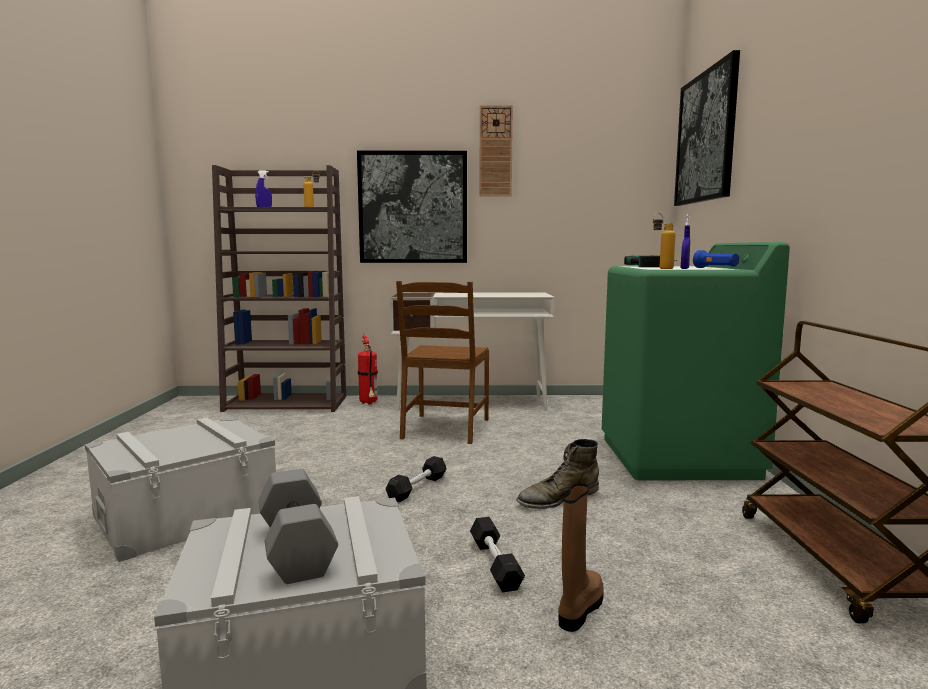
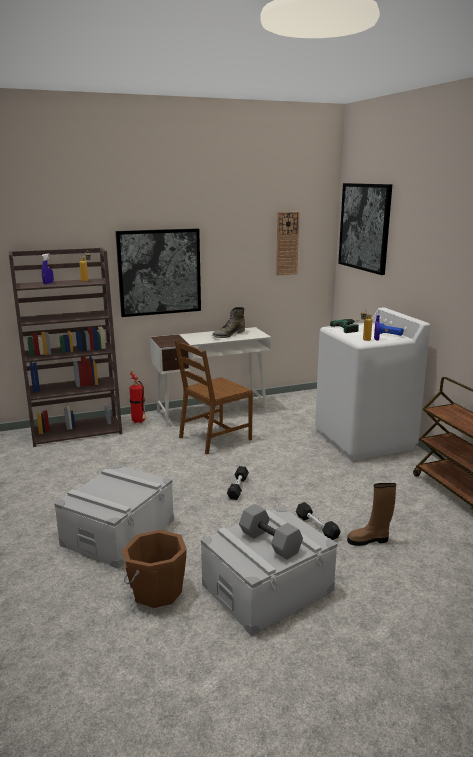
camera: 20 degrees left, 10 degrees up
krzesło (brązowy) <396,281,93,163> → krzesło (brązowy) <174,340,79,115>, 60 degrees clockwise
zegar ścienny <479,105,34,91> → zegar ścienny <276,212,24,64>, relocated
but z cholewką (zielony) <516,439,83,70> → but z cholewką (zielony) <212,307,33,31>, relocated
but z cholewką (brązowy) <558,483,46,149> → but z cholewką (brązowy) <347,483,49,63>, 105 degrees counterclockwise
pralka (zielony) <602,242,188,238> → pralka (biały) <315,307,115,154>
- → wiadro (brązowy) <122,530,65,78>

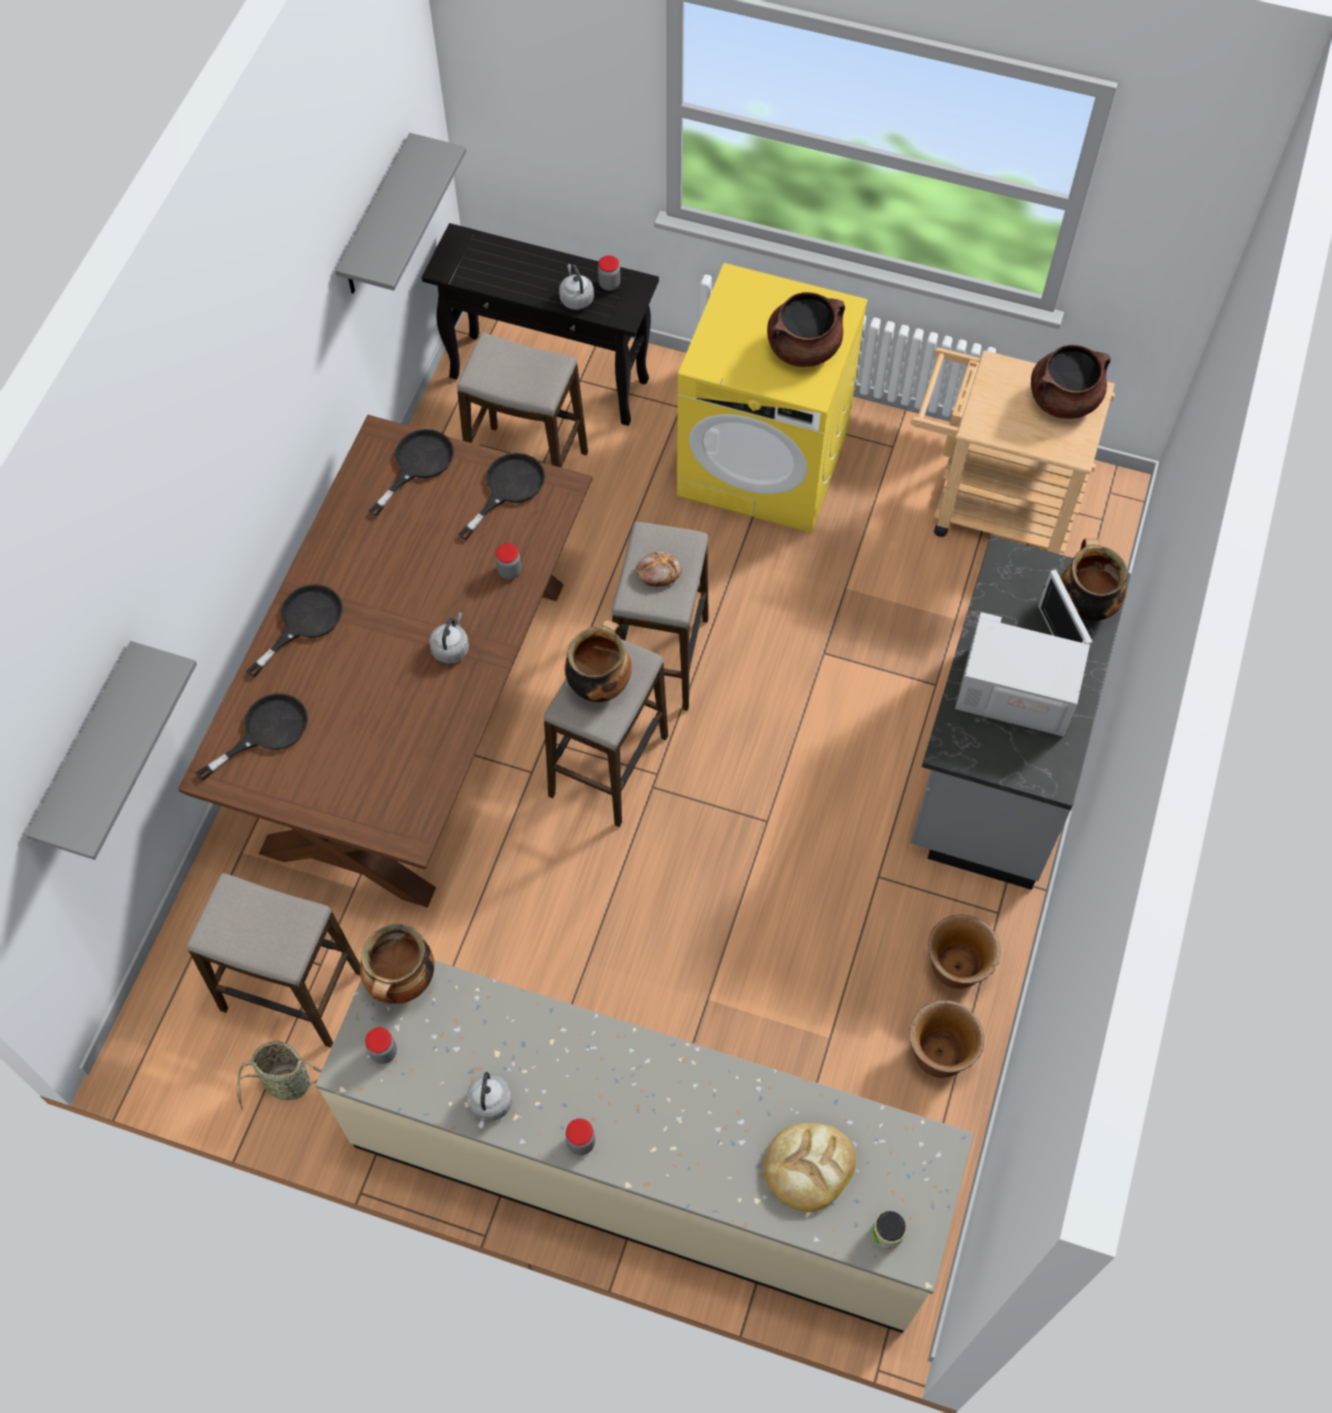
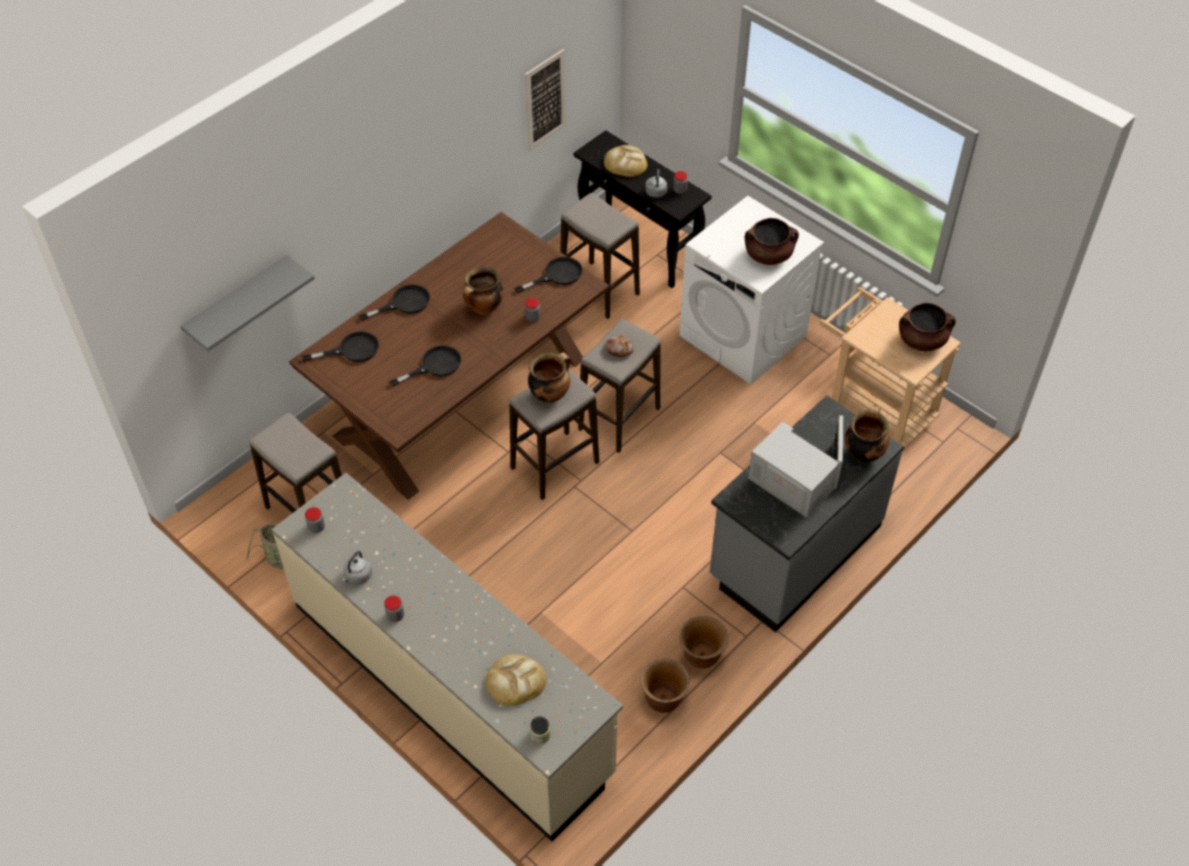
camera: 25 degrees right, 10 degrees down
półka (szary) <335,133,131,160> → obraz <525,49,41,102>
garnek <360,923,75,81> → garnek <463,267,40,48>, relocated
patelnia (czarny) <368,429,86,87> → patelnia (czarny) <389,345,72,42>, relocated
czajnik (szary) <429,612,40,51> → -
pralka (żółty) <677,263,191,270> → pralka (biały) <679,196,145,188>
- → chleb <604,145,44,32>

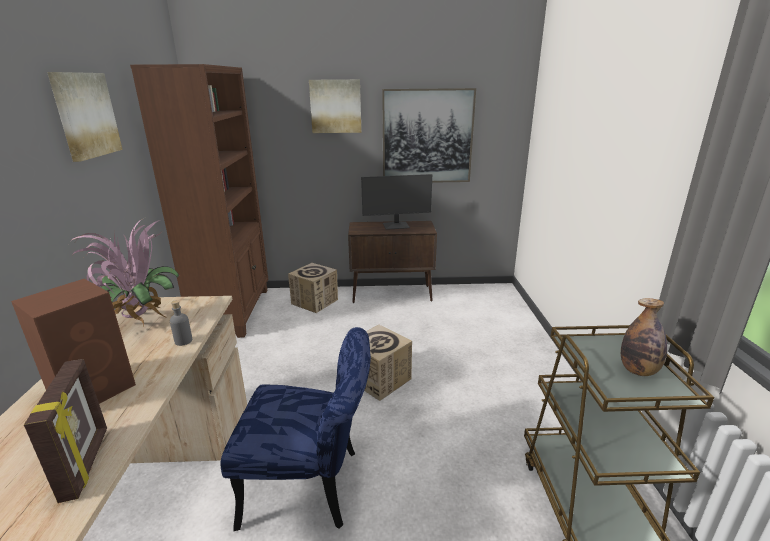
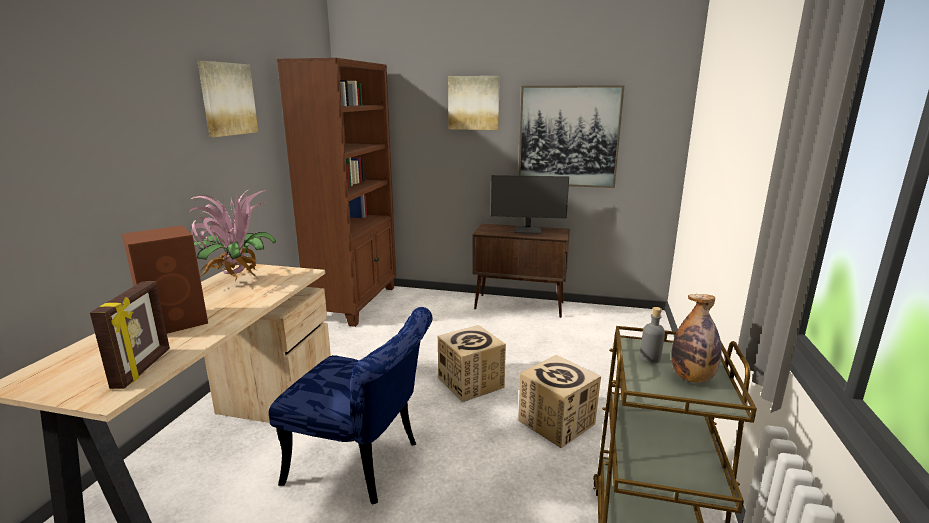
camera: 15 degrees right, 5 degrees down
butelka (szary) <170,300,22,46> → butelka (szary) <640,307,25,56>, relocated
karton <288,263,50,50> → karton <518,355,83,93>, relocated

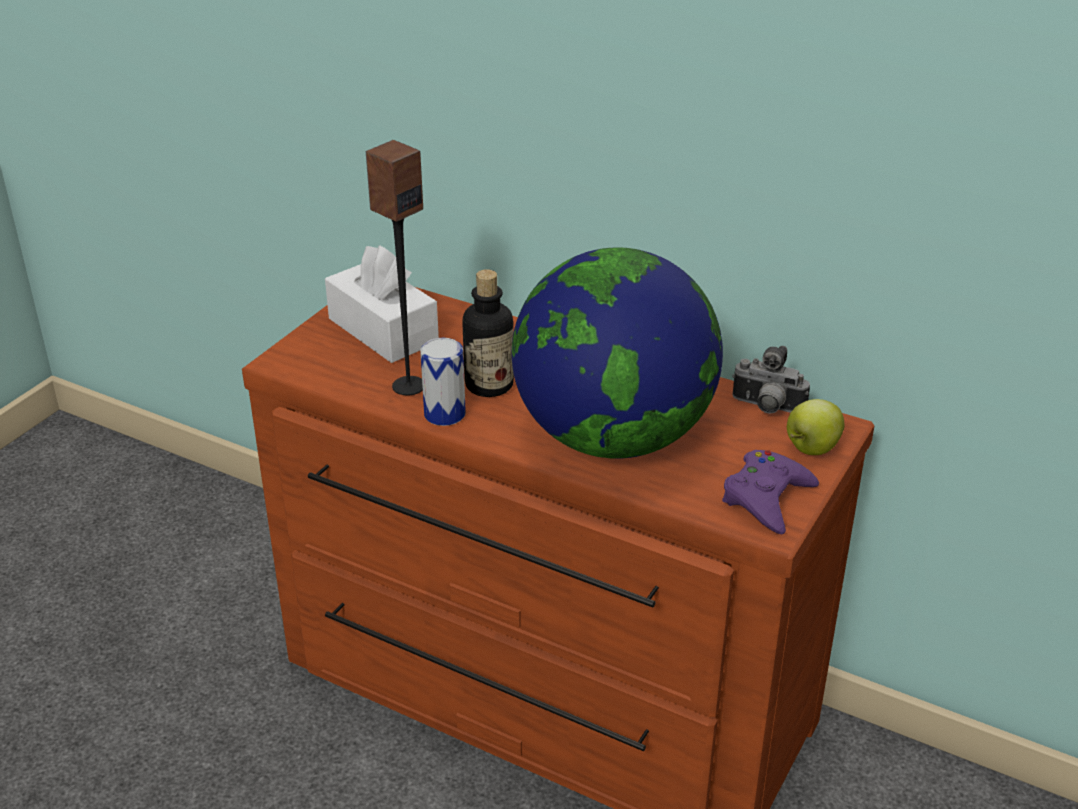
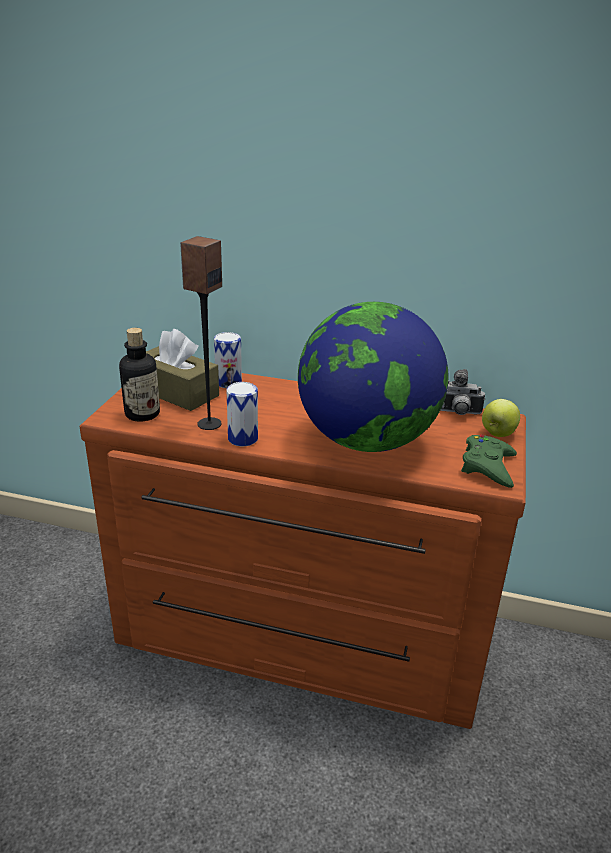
camera: 15 degrees left, 5 degrees down
pudełko chusteczek (biały) <325,245,114,118> → pudełko chusteczek (brązowy) <146,329,73,82>
butelka <462,269,52,128> → butelka <119,328,41,94>, relocated
pad do gier (fioletowy) <722,450,97,85> → pad do gier (zielony) <461,434,56,54>
- → puszka <214,332,28,56>

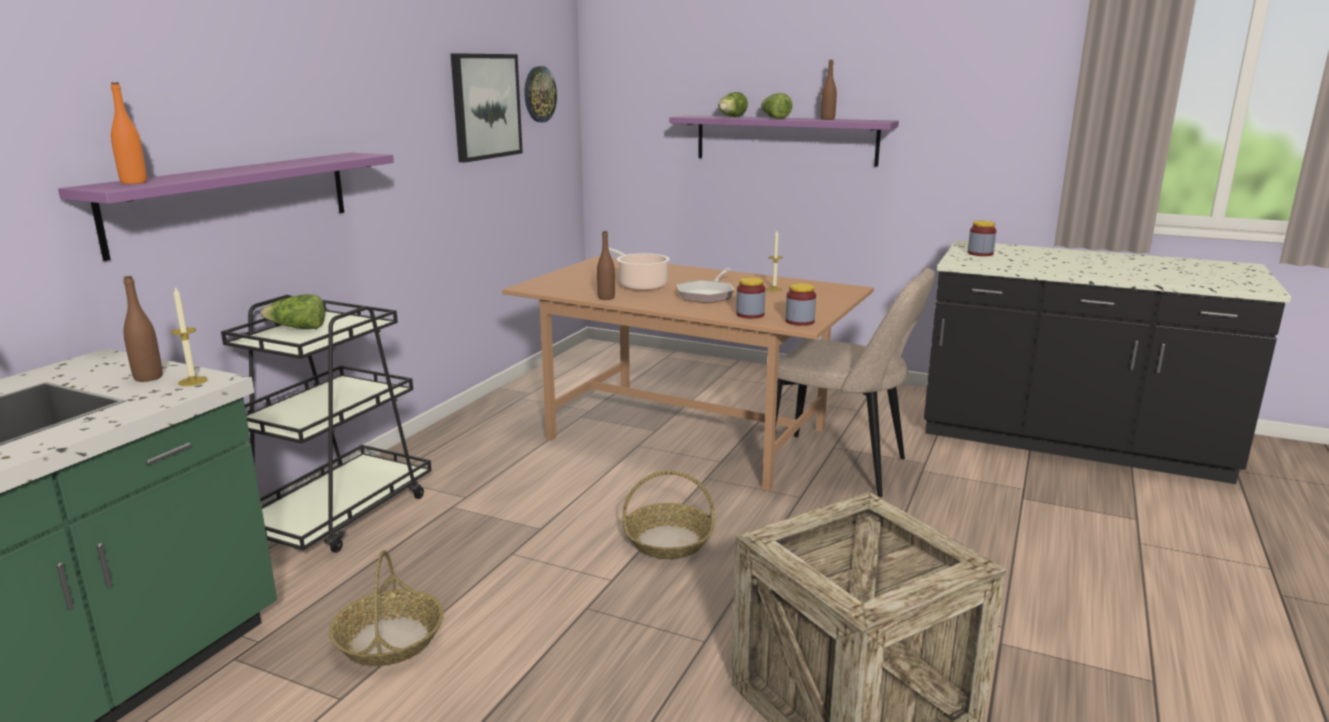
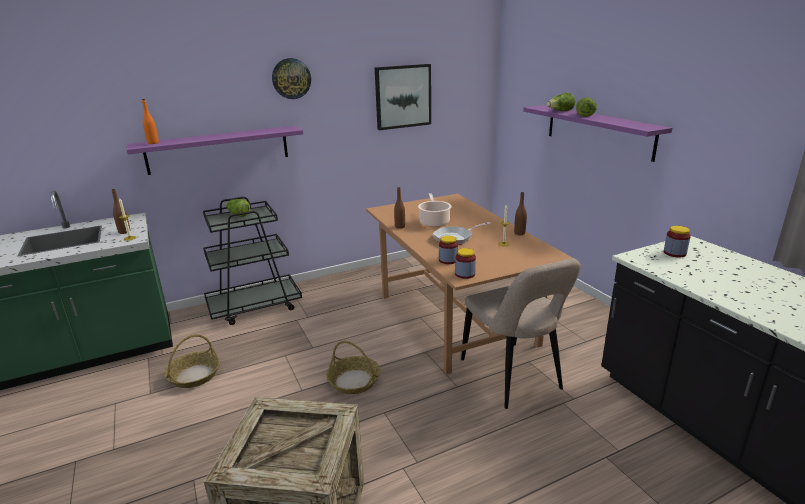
camera: 40 degrees right, 5 degrees up
zegar ścienny <524,66,33,56> → zegar ścienny <272,58,39,41>, relocated
butelka (brązowy) <821,60,16,60> → butelka (brązowy) <514,192,13,43>, relocated

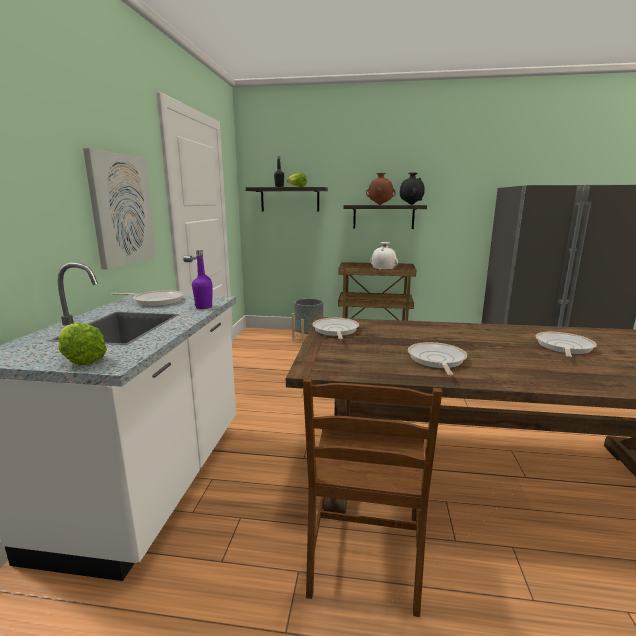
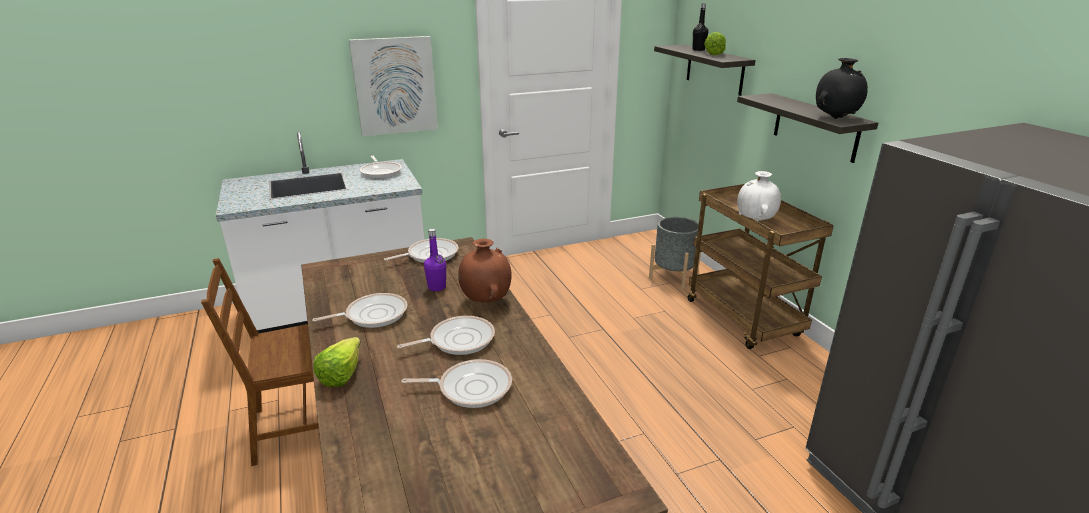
camera: 60 degrees right, 10 degrees up
sałata <58,323,49,42> → sałata <313,337,48,50>, relocated
butelka (fioletowy) <192,250,21,59> → butelka (fioletowy) <424,229,22,62>, relocated
wazon (brązowy) <366,173,30,32> → wazon (brązowy) <458,239,54,63>, relocated
- → patelnia <397,316,98,39>

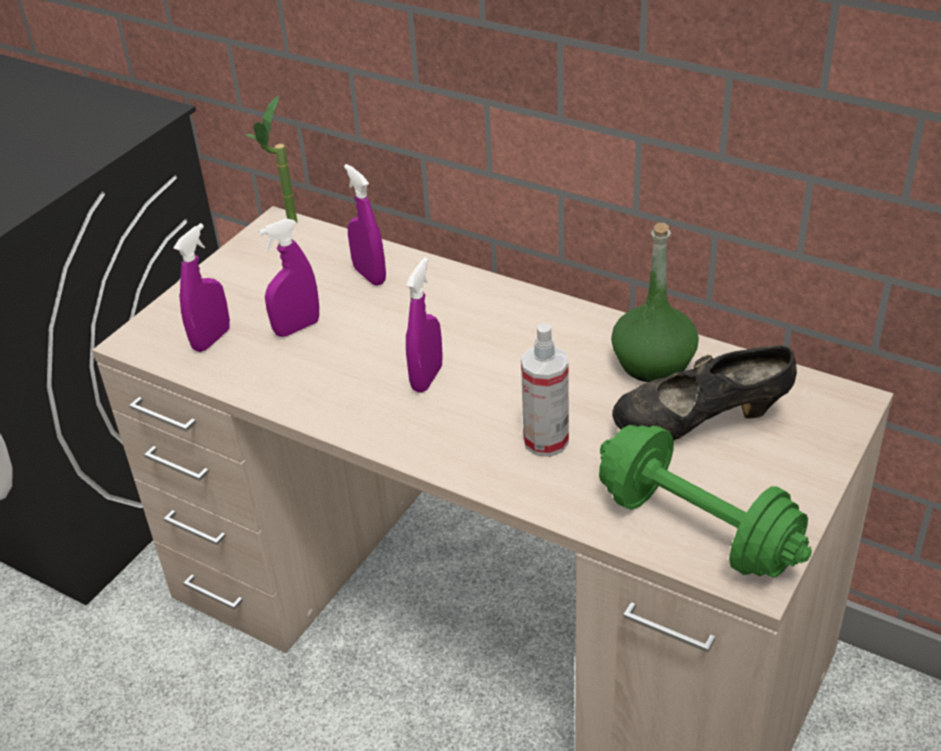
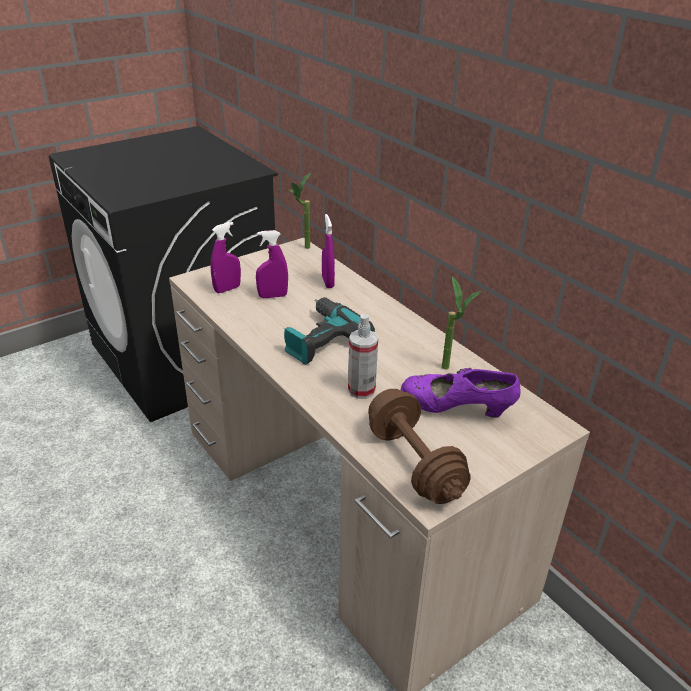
camera: 20 degrees right, 5 degrees down
spryskiwacz (fioletowy) <406,257,37,136> → wiertarka <284,297,91,68>
hantel (zielony) <599,425,213,153> → hantel (brązowy) <368,389,103,115>
butelka (zielony) <611,223,88,159> → roślina doniczkowa <442,276,39,93>
but (czarny) <612,345,185,95> → but (fioletowy) <401,368,120,50>

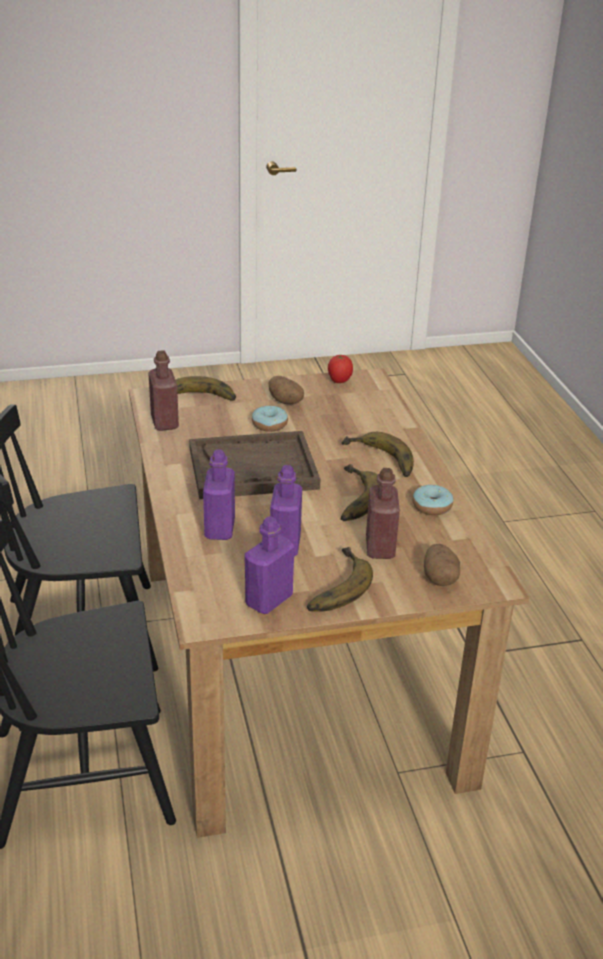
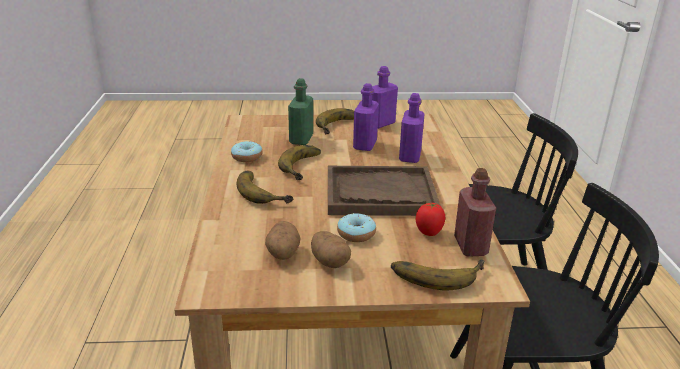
camera: 170 degrees left, 5 degrees down
pomidor <328,355,25,28> → pomidor <416,202,29,34>, relocated
butelka (czerwony) <366,468,34,91> → butelka (zielony) <288,78,25,67>
ziemniak <424,544,36,42> → ziemniak <265,221,36,39>, relocated

